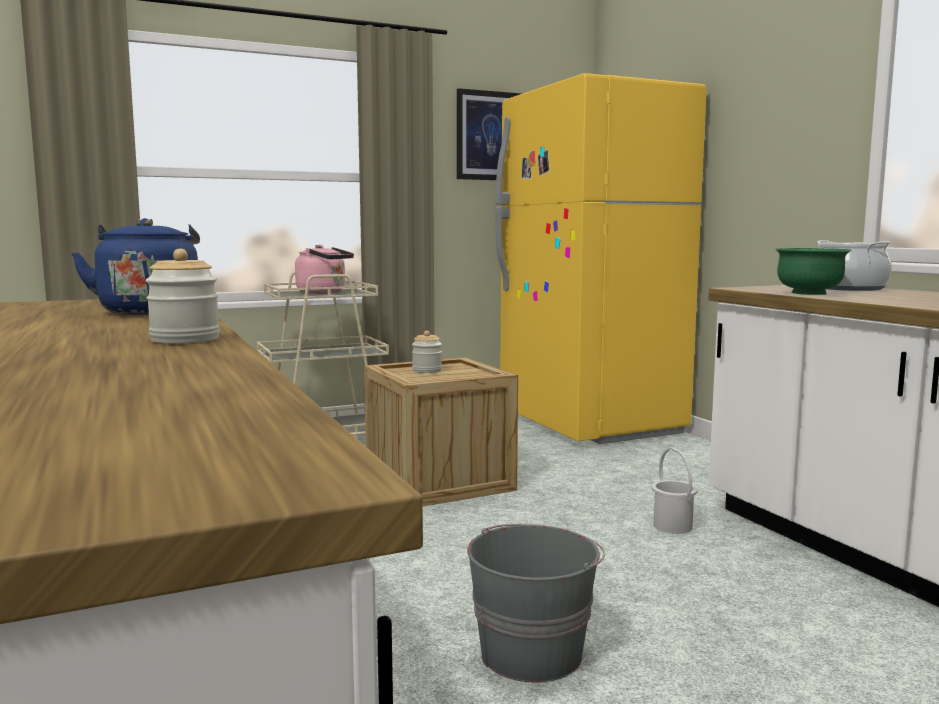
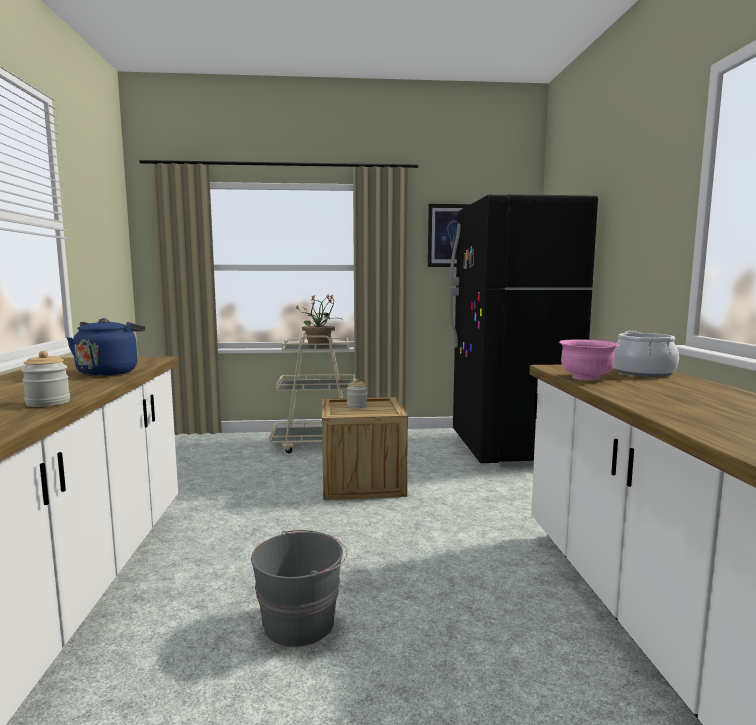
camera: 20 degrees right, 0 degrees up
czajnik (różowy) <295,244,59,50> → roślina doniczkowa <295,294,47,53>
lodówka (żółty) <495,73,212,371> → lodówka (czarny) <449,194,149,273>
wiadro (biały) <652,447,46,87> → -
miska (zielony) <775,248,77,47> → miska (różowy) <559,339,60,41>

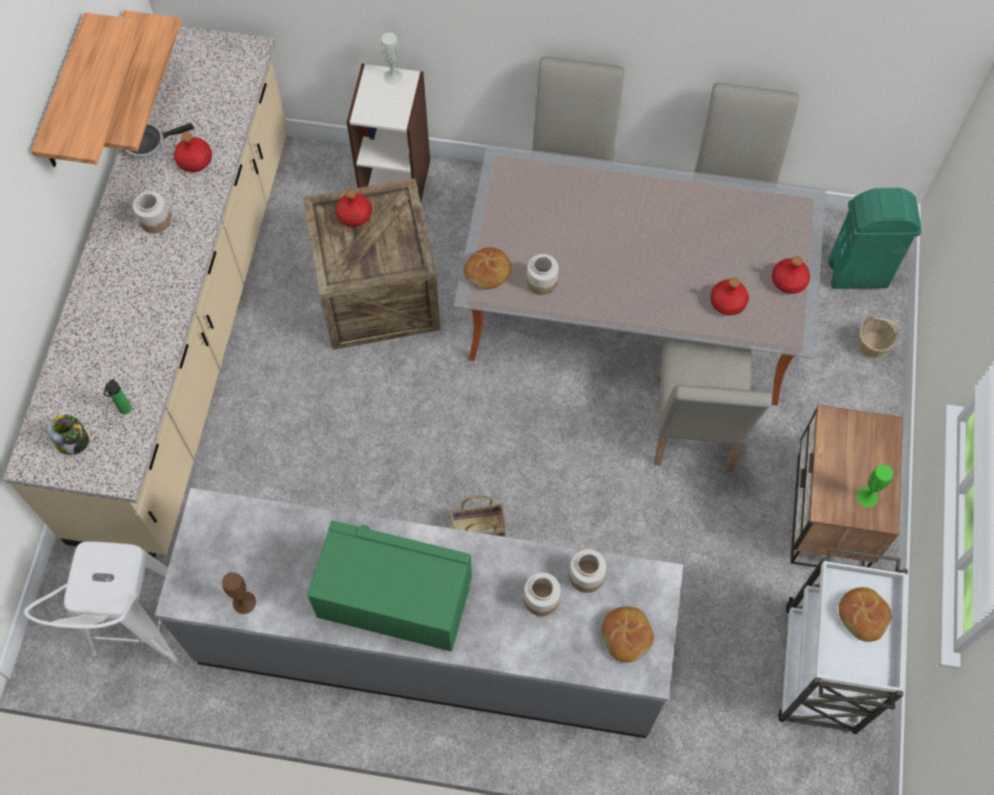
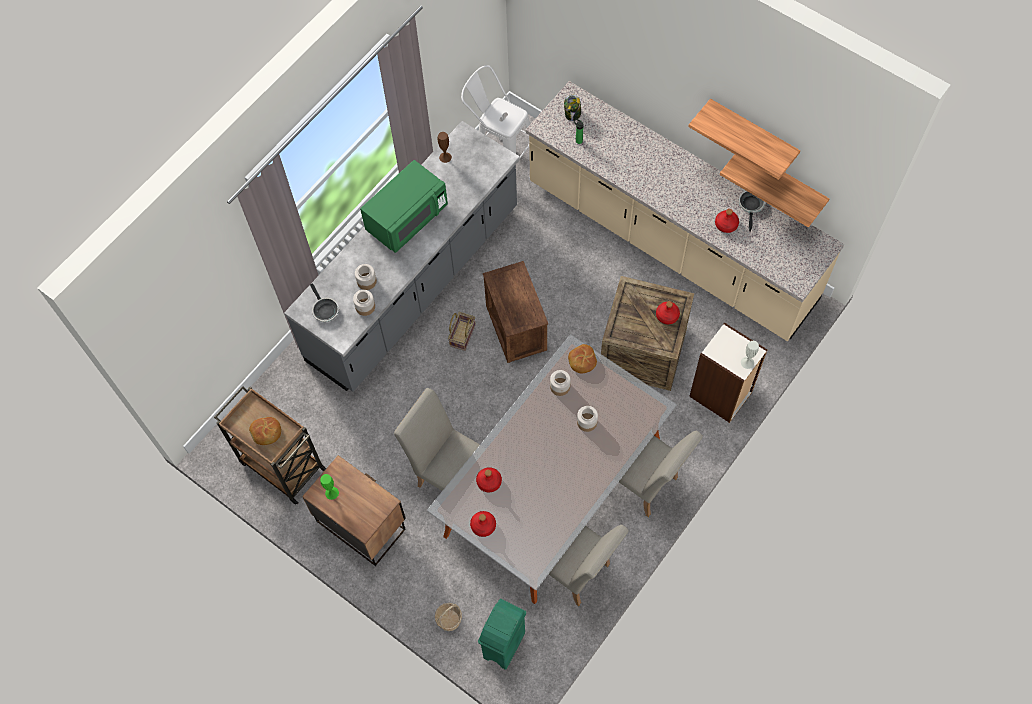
camera: 120 degrees right, 0 degrees up
słoik <133,191,38,42> → słoik <577,406,21,26>, relocated
chleb <601,607,53,55> → patelnia <310,283,29,39>
wózek (biały) <778,547,130,187> → wózek (brązowy) <214,386,112,118>
- → skrzynka <483,261,65,102>

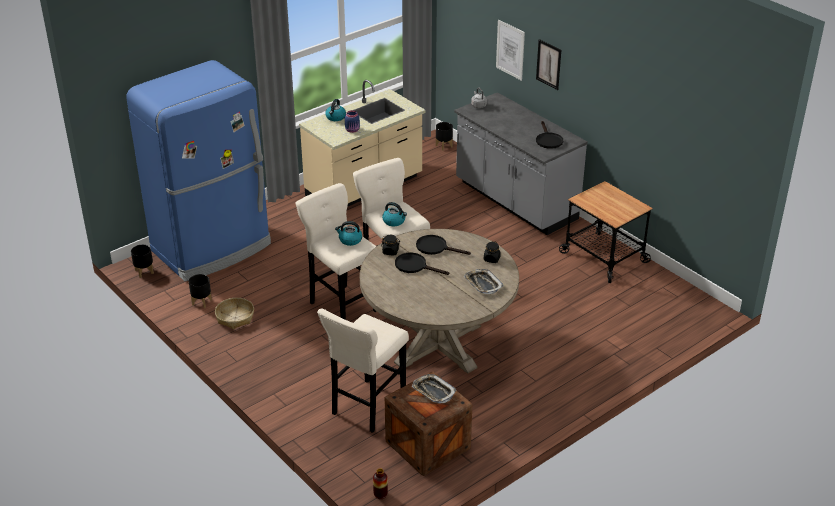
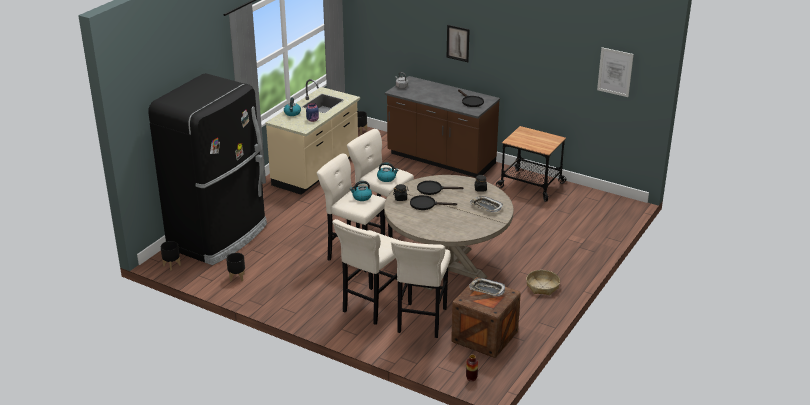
camera: 20 degrees left, 5 degrees down
lodówka (niebieski) <126,60,145,221> → lodówka (czarny) <148,73,119,192>
koszyk <215,298,39,31> → koszyk <526,270,34,25>, relocated
zabudowa kuchenna (szary) <454,92,134,143> → zabudowa kuchenna (brązowy) <385,76,115,101>
obraz <496,20,29,61> → obraz <597,47,37,50>, relocated
- → stołek (beżowy) <332,219,71,106>

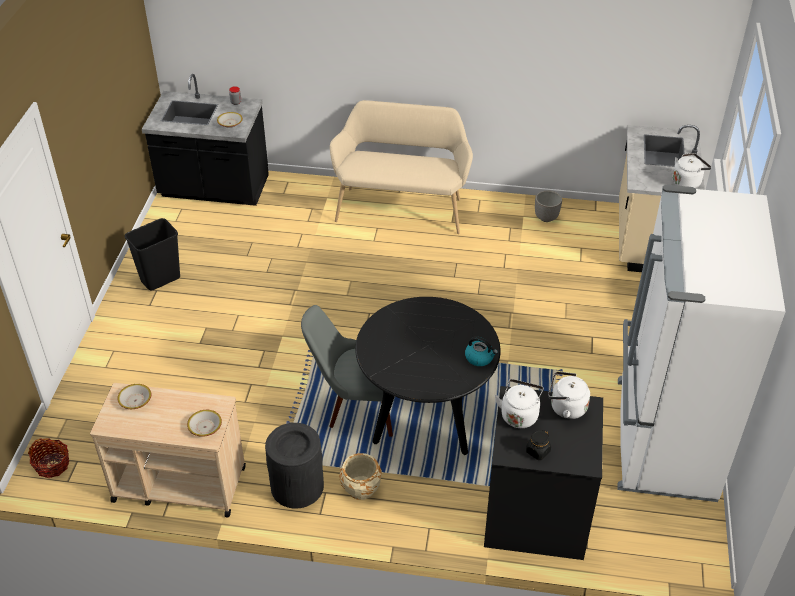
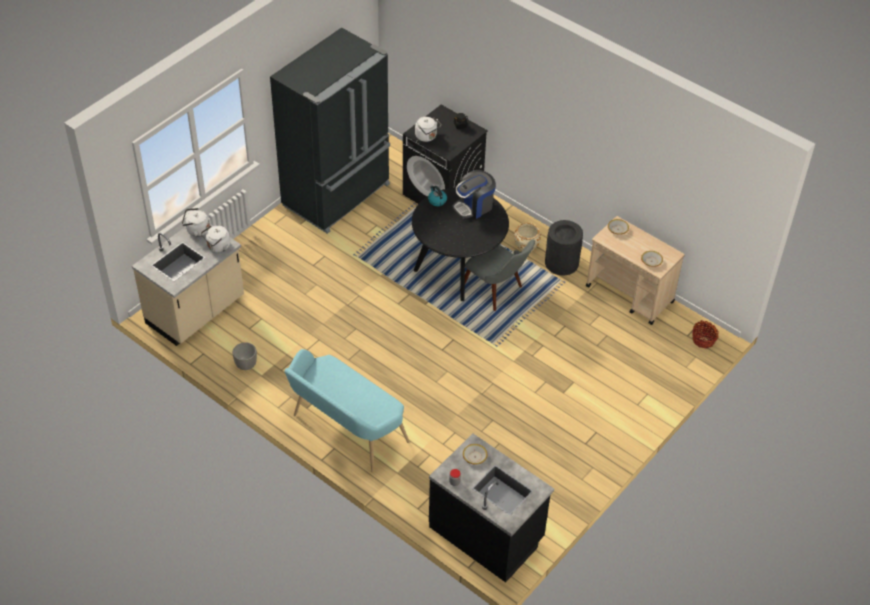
camera: 150 degrees left, 5 degrees up
kosz na śmieci (czarny) <125,218,55,73> → -
ławka (beżowy) <330,100,143,134> → ławka (turkusowy) <284,349,125,123>
czajnik (biały) <495,379,49,49> → czajnik (biały) <201,226,29,27>, relocated
lodówka (biały) <618,185,168,317> → lodówka (czarny) <270,27,120,207>
- → ekspres do kawy <452,170,44,49>

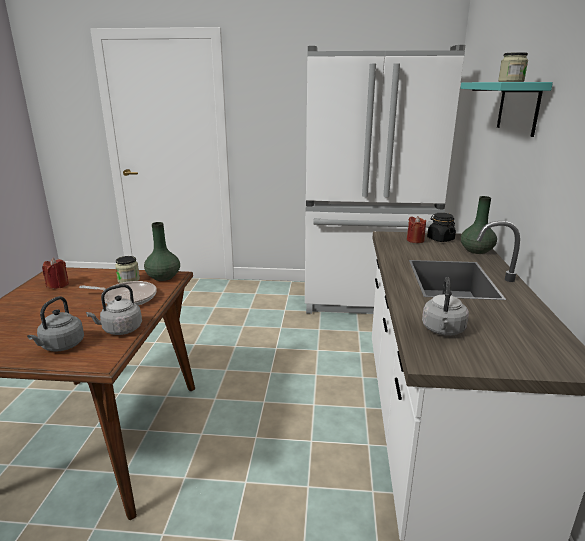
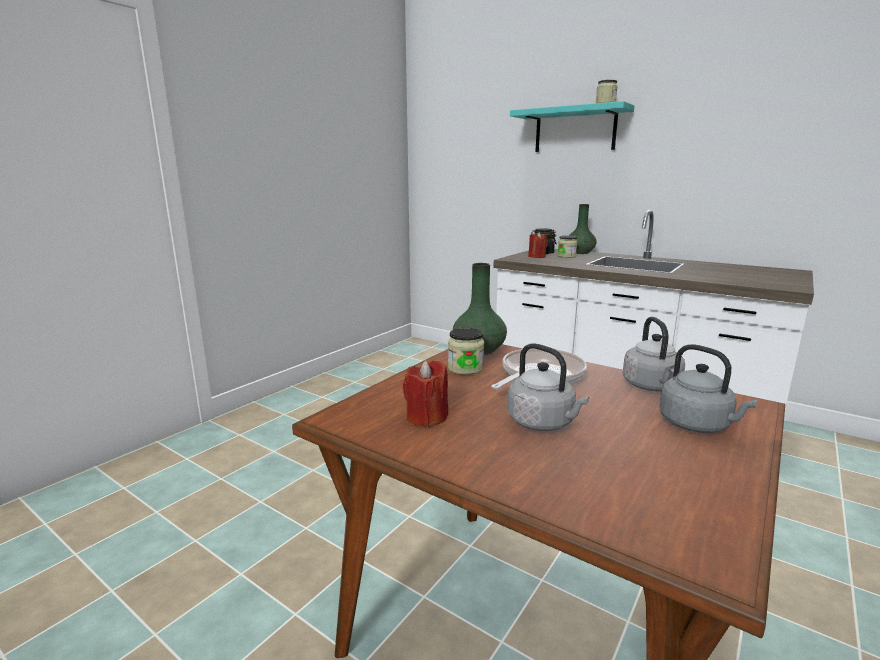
camera: 60 degrees left, 5 degrees down
lodówka (biały) <305,45,160,269> → -
czajnik (szary) <422,277,47,59> → czajnik (szary) <507,343,82,88>, relocated
- → słoik <557,236,20,22>

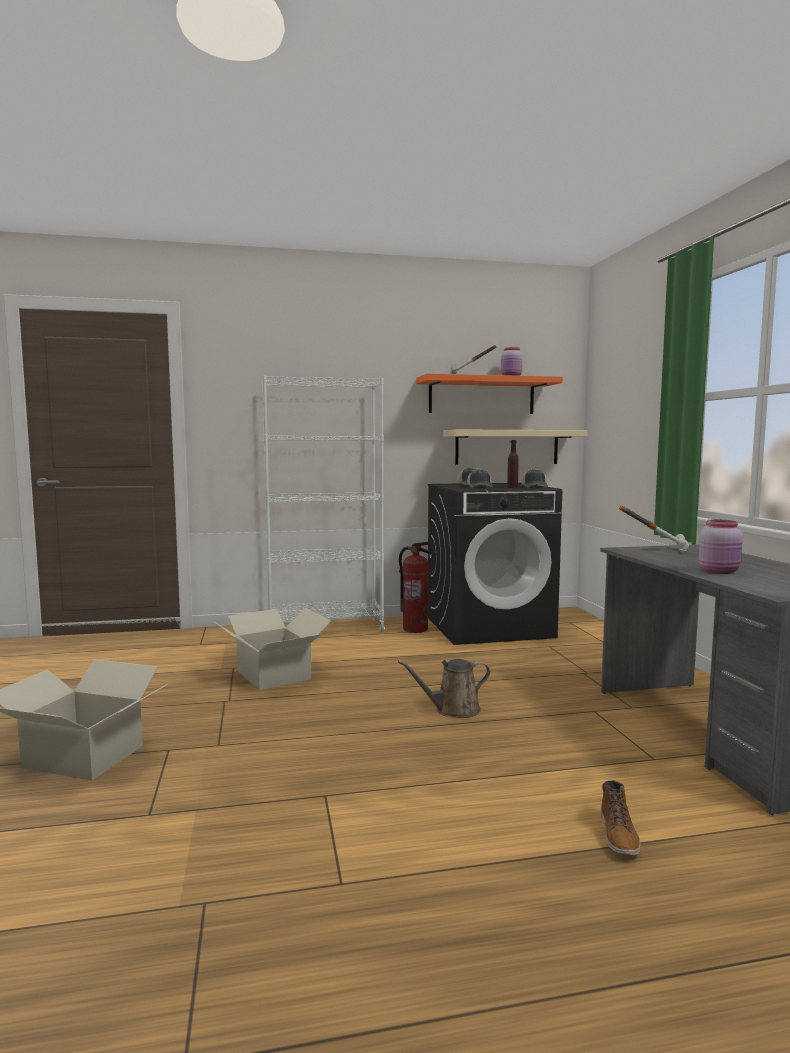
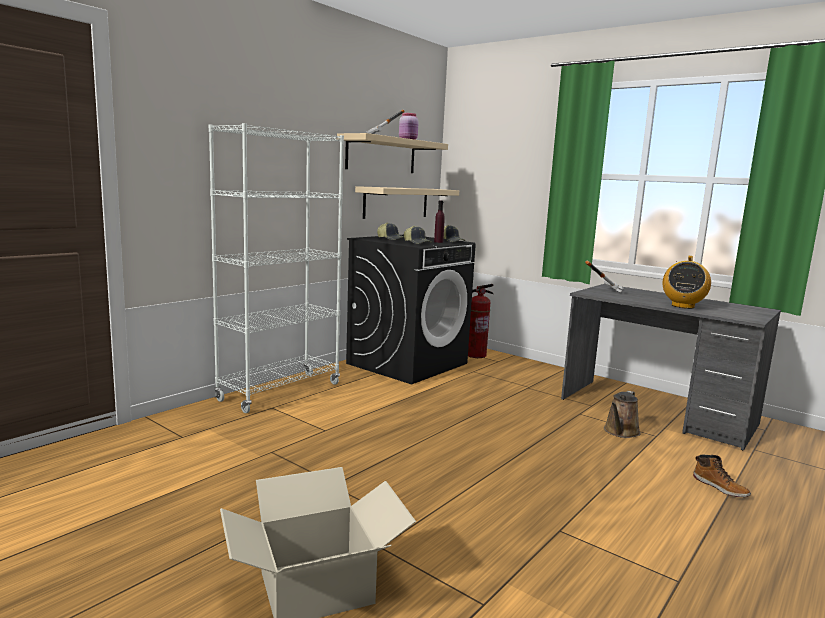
camera: 40 degrees left, 5 degrees up
karton <214,608,117,82> → -
konewka (brązowy) <398,659,92,59> → konewka (brązowy) <604,391,37,47>, relocated
gaśnica <399,542,33,91> → gaśnica <468,284,25,74>, relocated
półka (pomarańczowy) <416,373,147,41> → półka (beżowy) <337,133,111,40>
słoik (różowy) <699,519,44,55> → radio <662,256,49,53>

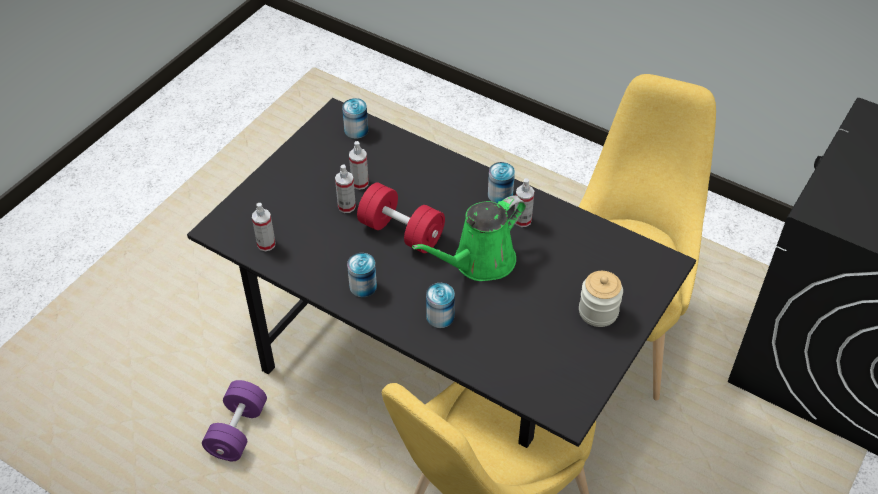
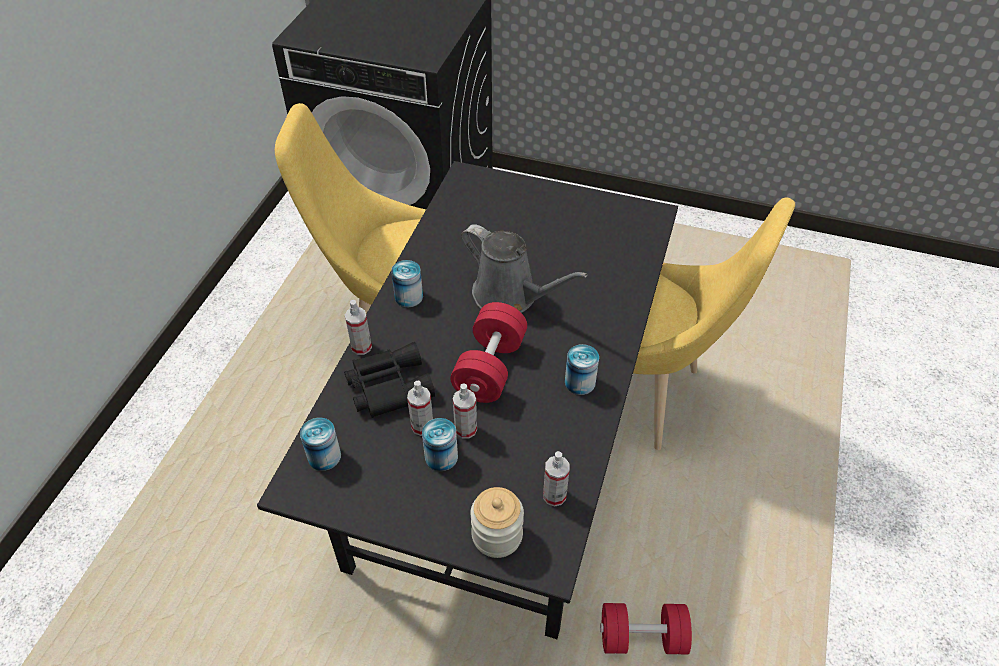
camera: 105 degrees left, 0 degrees up
hantel (fioletowy) <202,380,65,81> → hantel (czerwony) <600,603,92,51>
konewka (zielony) <412,195,114,86> → konewka (szary) <461,224,127,89>
puszka <426,283,29,45> → puszka <422,418,36,53>, relocated
spryskiwacz <514,178,21,49> → spryskiwacz <345,300,27,55>, relocated
słoik <579,271,44,56> → słoik <470,487,54,71>, relocated
- → lornetka (czarny) <344,342,91,76>

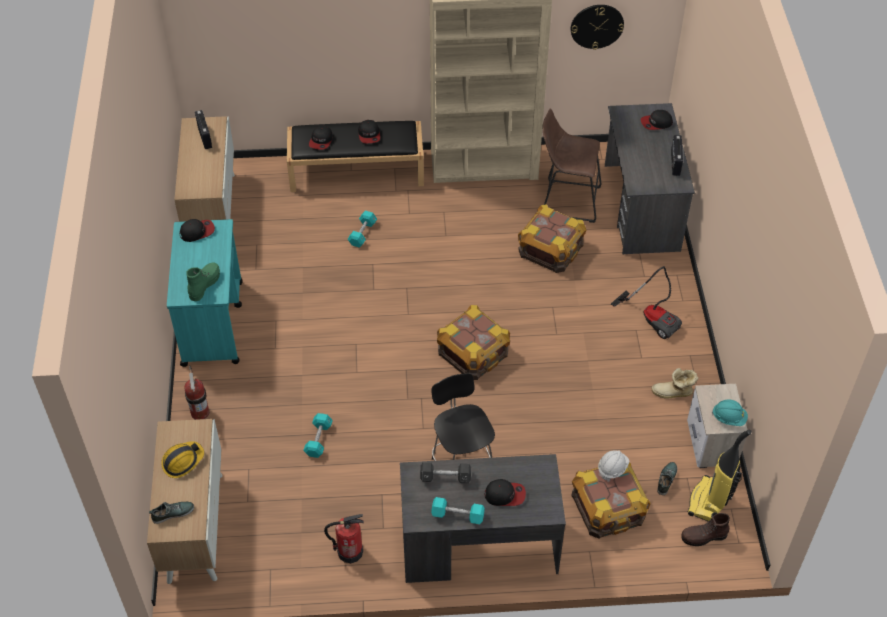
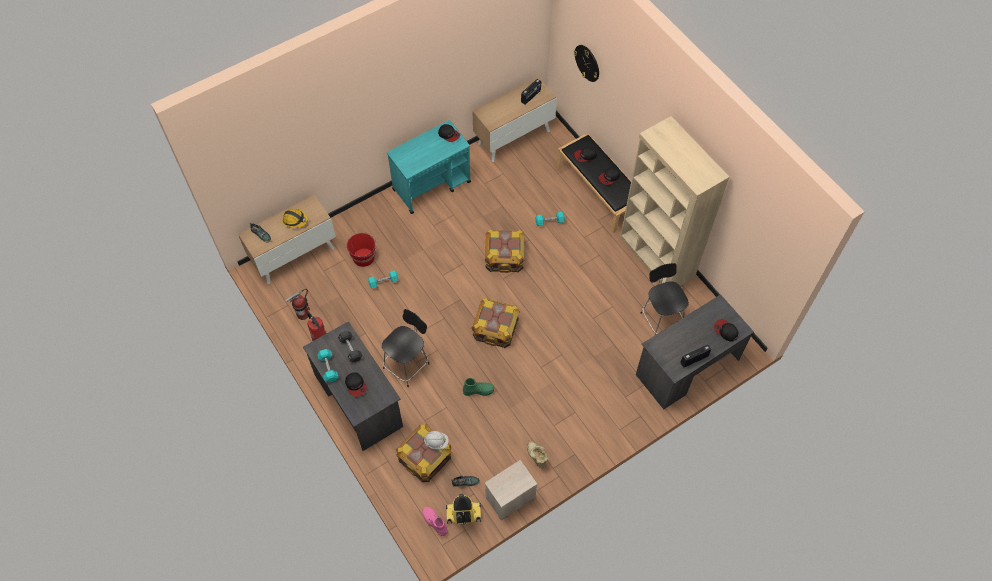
camera: 60 degrees right, 10 degrees up
gaśnica <185,365,24,55> → gaśnica <285,289,25,31>, relocated
but z cholewką (zielony) <186,263,34,38> → but z cholewką (zielony) <463,378,31,18>, relocated
skrzynka <518,204,68,69> → skrzynka <485,229,40,44>, relocated
stołek (brązowy) <543,109,58,114> → krzesło (czarny) <641,263,48,73>
zegar ścienny <571,5,53,45> → zegar ścienny <574,45,25,37>, relocated
odkurzacz <611,266,71,74> → -
but z cholewką (brązowy) <681,513,49,33> → but z cholewką (różowy) <422,507,26,29>
kask (turkusowy) <712,400,36,26> → -
- → wiadro (czerwony) <347,232,30,35>

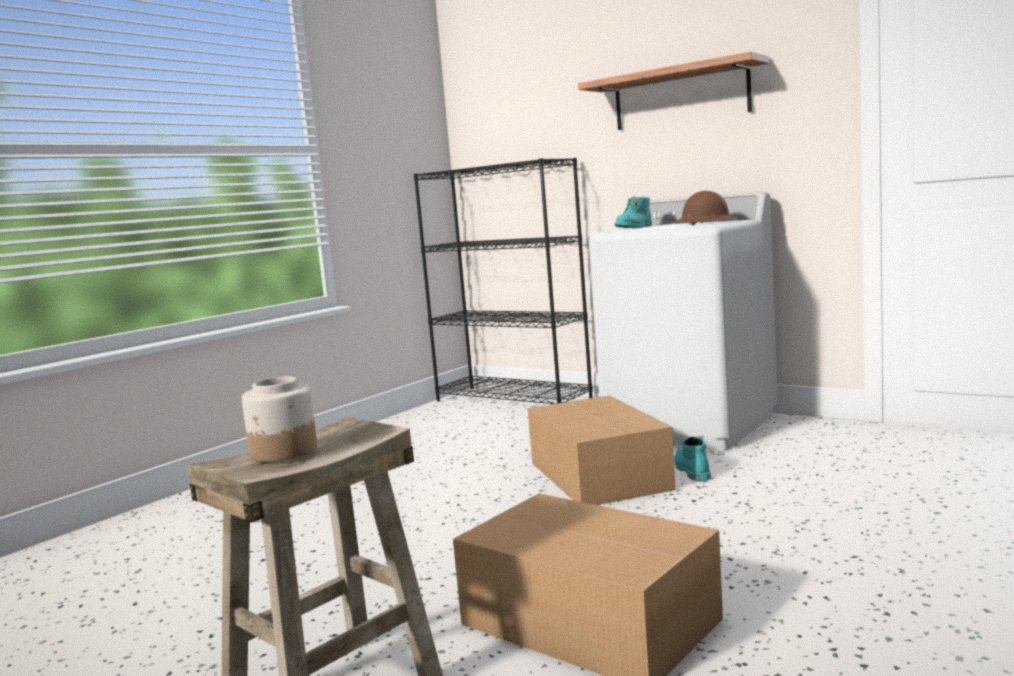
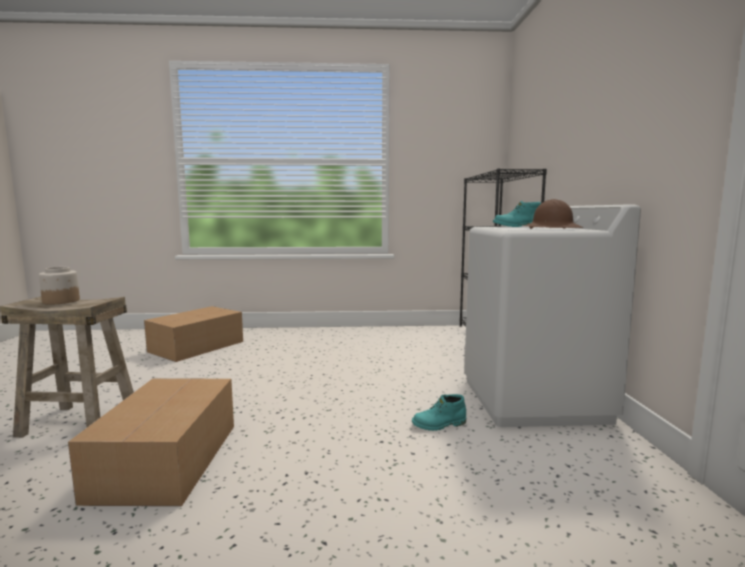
camera: 50 degrees right, 0 degrees up
karton <528,395,148,110> → karton <144,306,99,56>, relocated
półka <578,52,192,78> → -
but z cholewką (turkusowy) <674,436,37,45> → but z cholewką (turkusowy) <412,394,54,37>, 150 degrees counterclockwise

